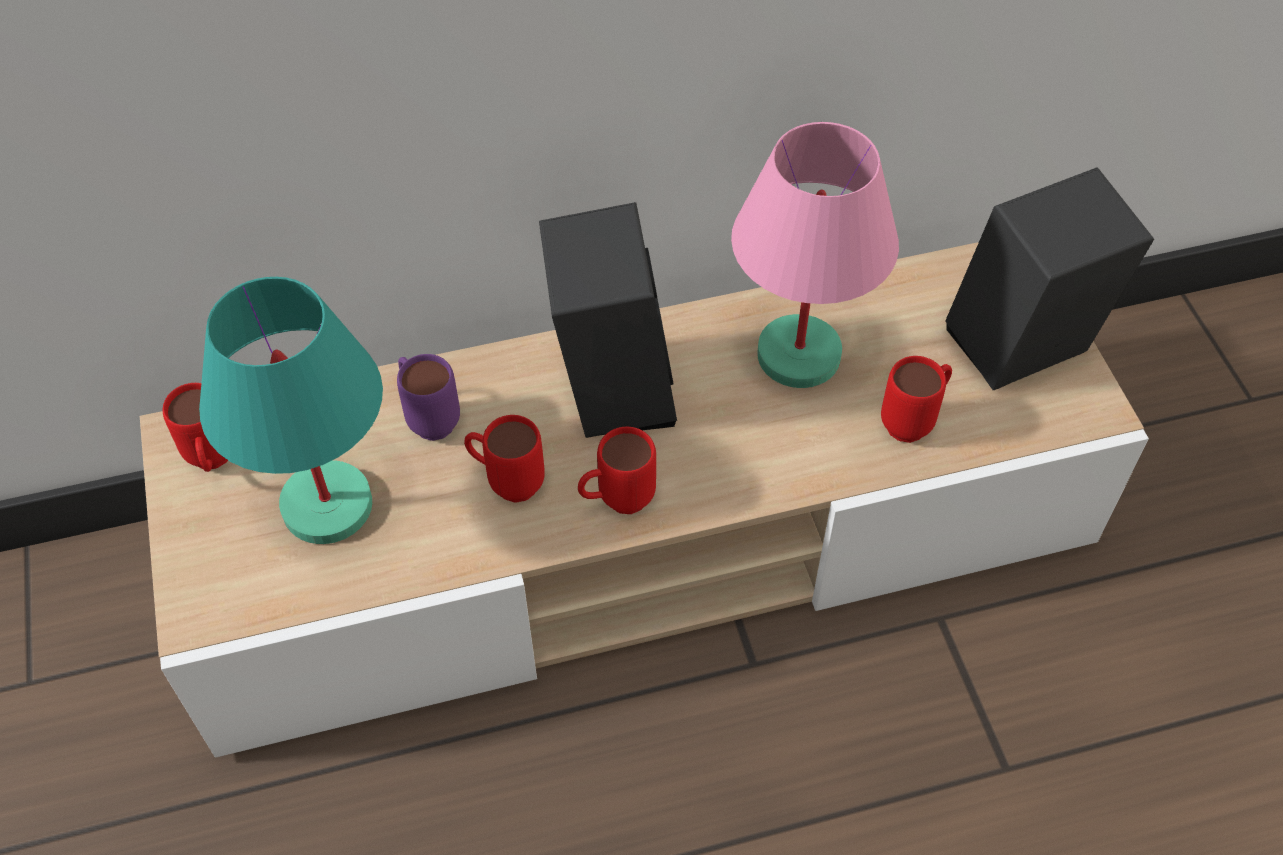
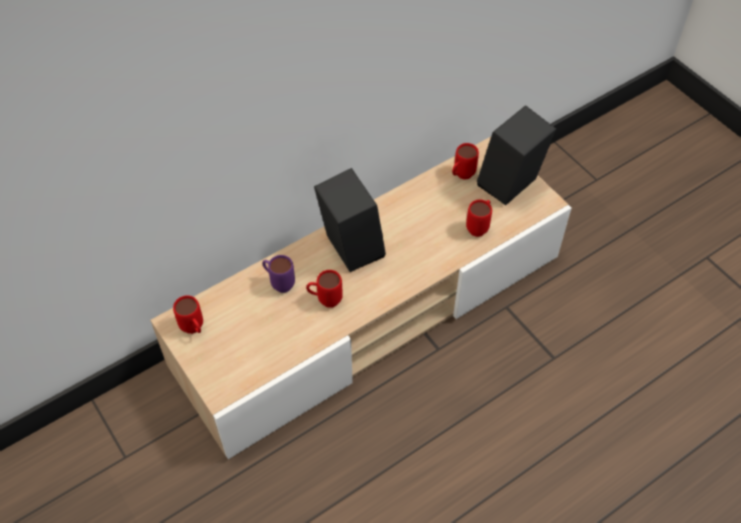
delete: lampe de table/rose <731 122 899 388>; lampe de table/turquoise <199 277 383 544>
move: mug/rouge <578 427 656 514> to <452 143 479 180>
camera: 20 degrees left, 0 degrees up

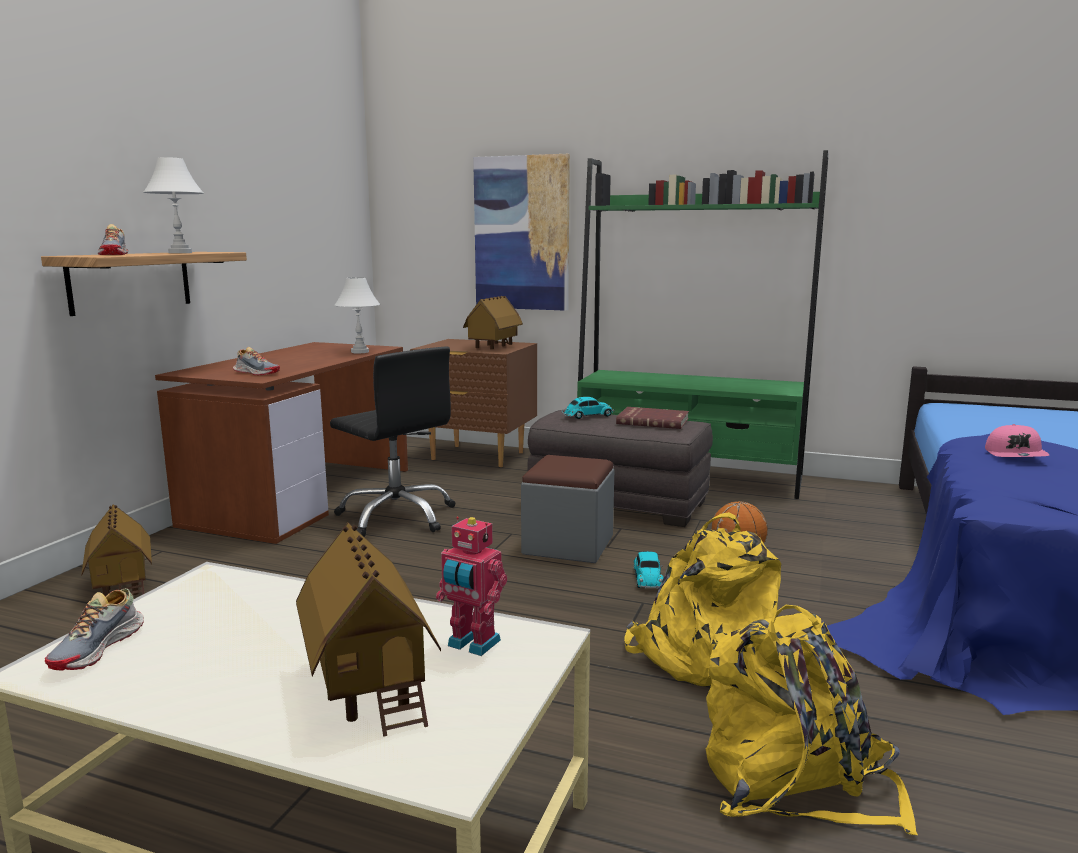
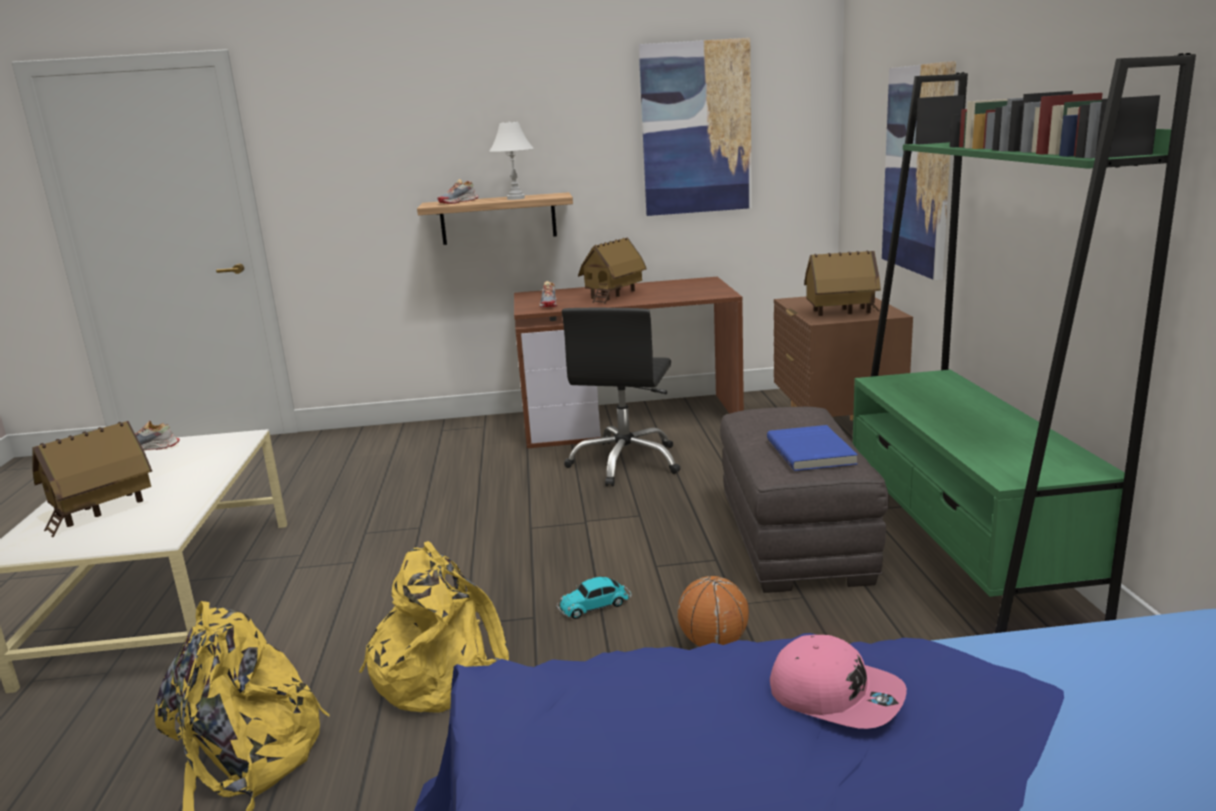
delete: lampe de table/blanc <334 277 380 353>; petite voiture <561 397 615 419>; pouf/gris <521 455 614 563>; robot jouet <436 517 507 656>
insert: tableau <639 38 752 216>
move: maison miniature <81 504 152 596> to <578 237 647 304>
recolor: livre/rouge <616 407 689 429> to livre/bleu <767 425 858 471>
rotate: casquette/rose <985 424 1049 457> = <770 635 907 729> 135 degrees counterclockwise
camera: 65 degrees right, 5 degrees up

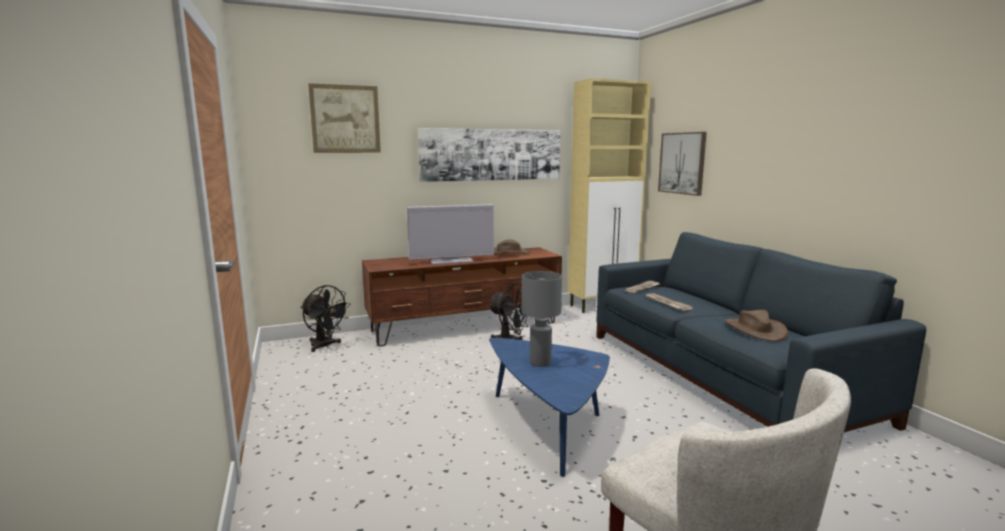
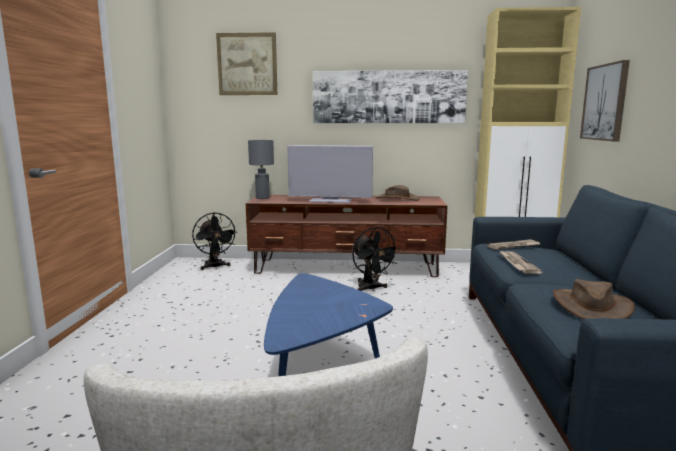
move: lampe de table/gris <522 271 562 367> to <248 140 274 199>
camera: 25 degrees right, 0 degrees up

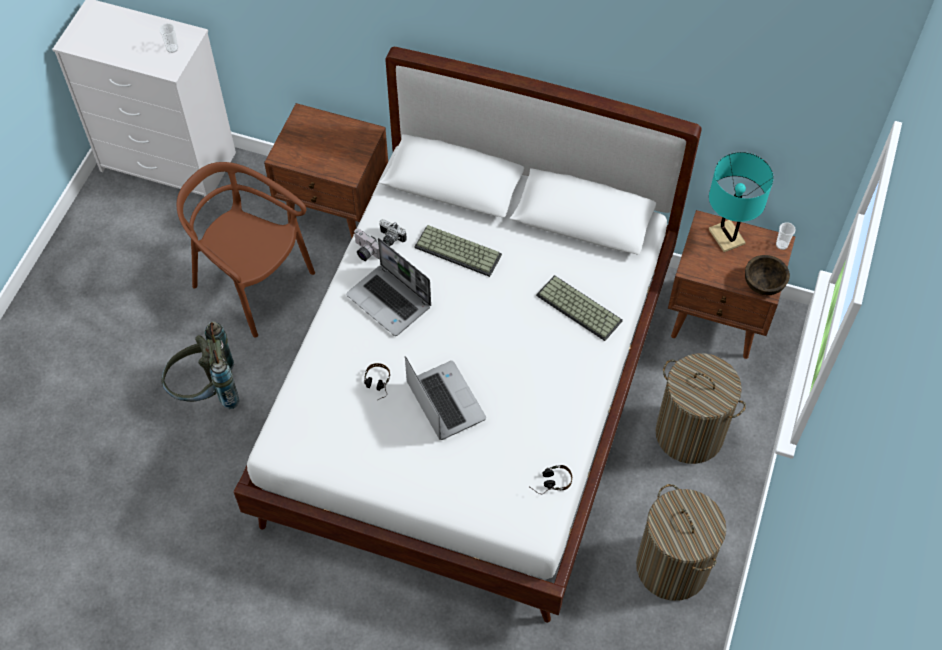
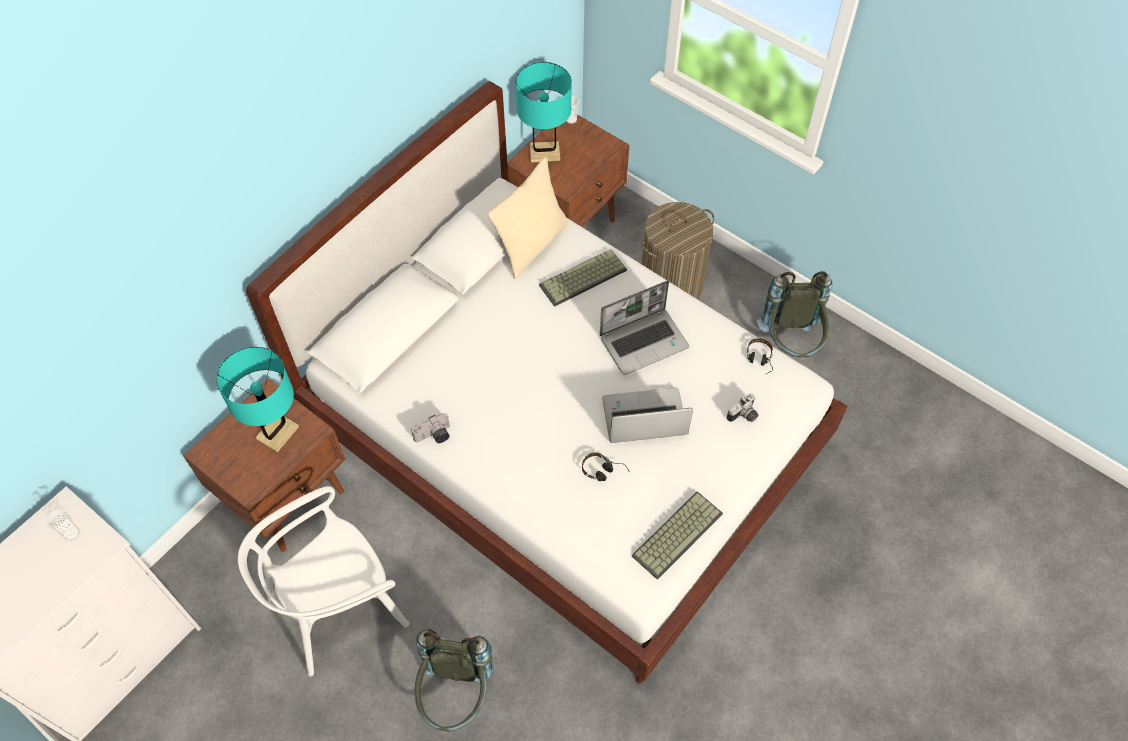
delete: bol/marron <745 255 790 295>
insert: coussin/beige <488 157 569 279>; lampe de table/turquoise <216 347 299 452>
move: appareil photo <379 219 407 246> to <727 393 758 422>; clavier <415 225 502 277> to <632 491 723 580>; ordinateur portable <346 238 431 336> to <600 280 689 375>
replace: panier à linge <636 484 726 601> to sac à dos/gris <757 271 832 357>
recolor: chaise/marron <177 162 315 338> to chaise/blanc <238 486 410 676>
camera: 70 degrees left, 0 degrees up

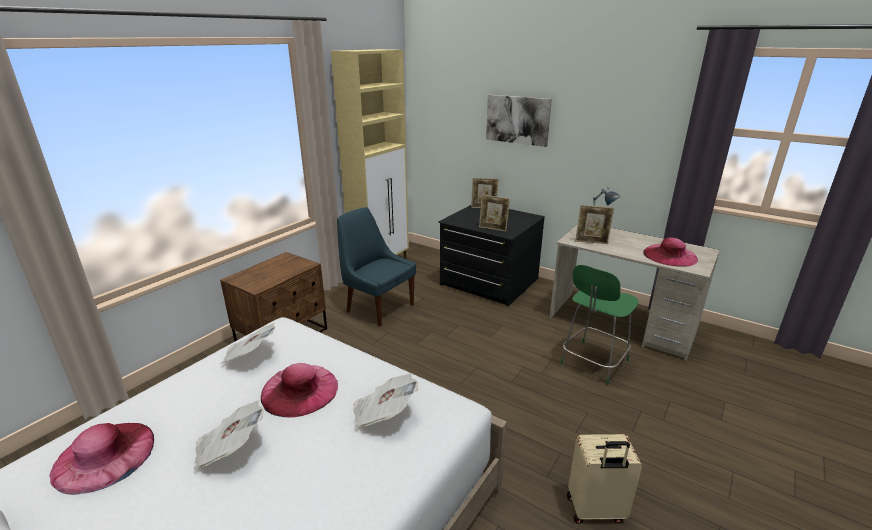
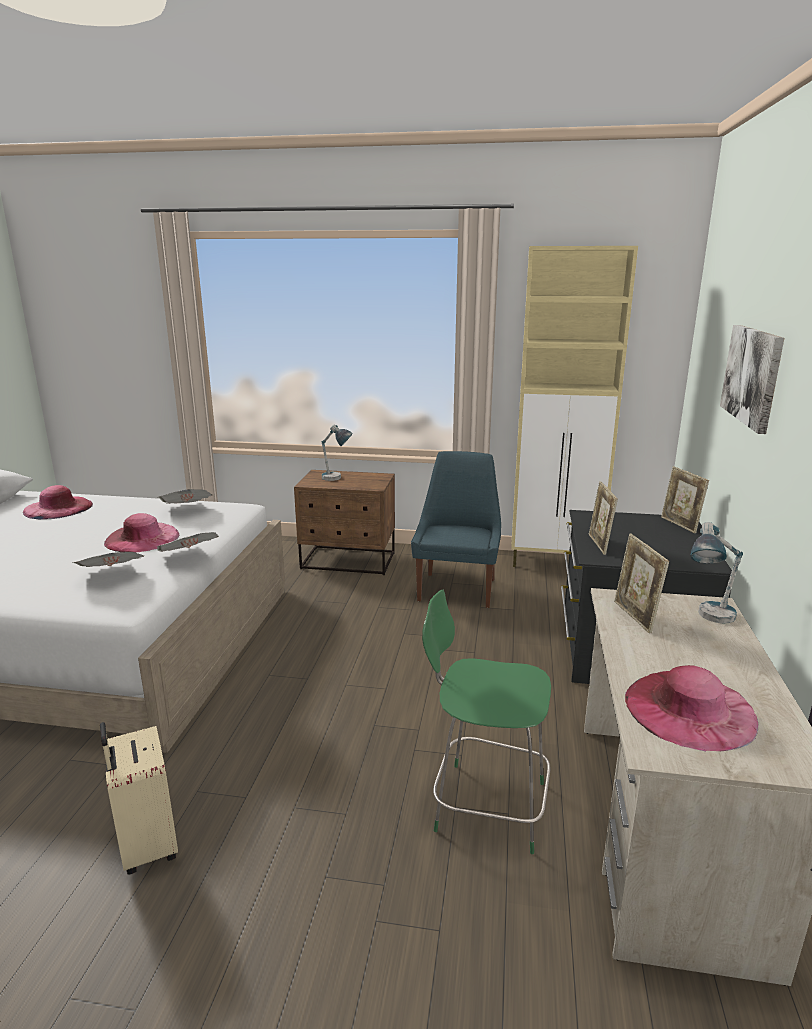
insert: lampe de table <322 425 353 481>
move: journal <194 401 264 470> to <157 532 219 552>
camera: 65 degrees right, 5 degrees down

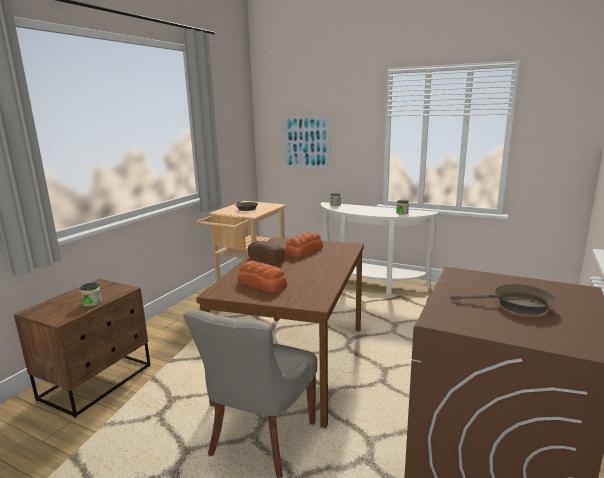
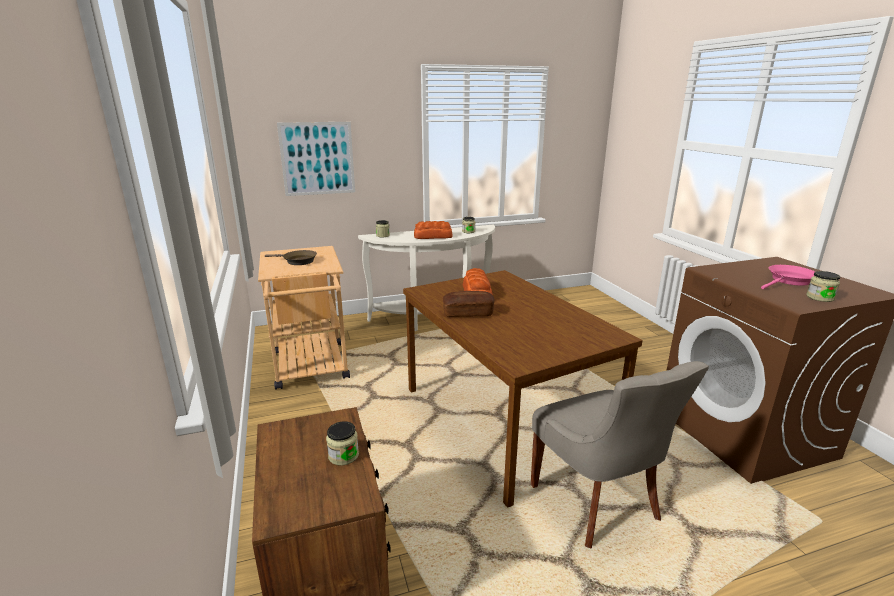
insert: bocal <806 271 840 302>
move: pain <237 261 287 293> to <414 221 452 239>
recolor: poêle/marron <451 284 556 315> to poêle/rose <761 265 815 289>
camera: 45 degrees left, 5 degrees up

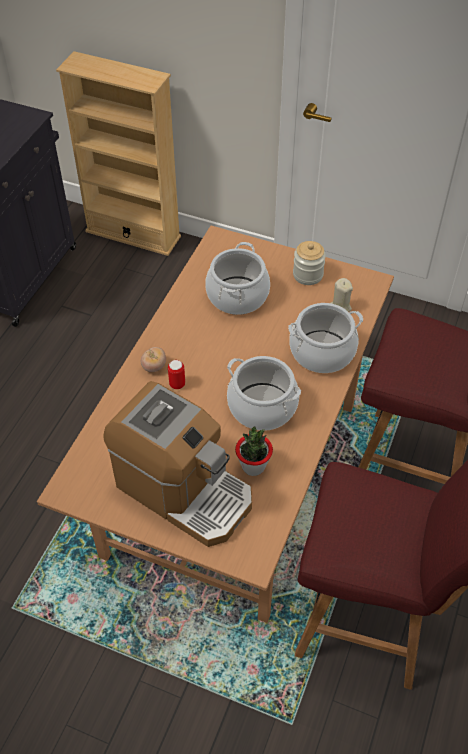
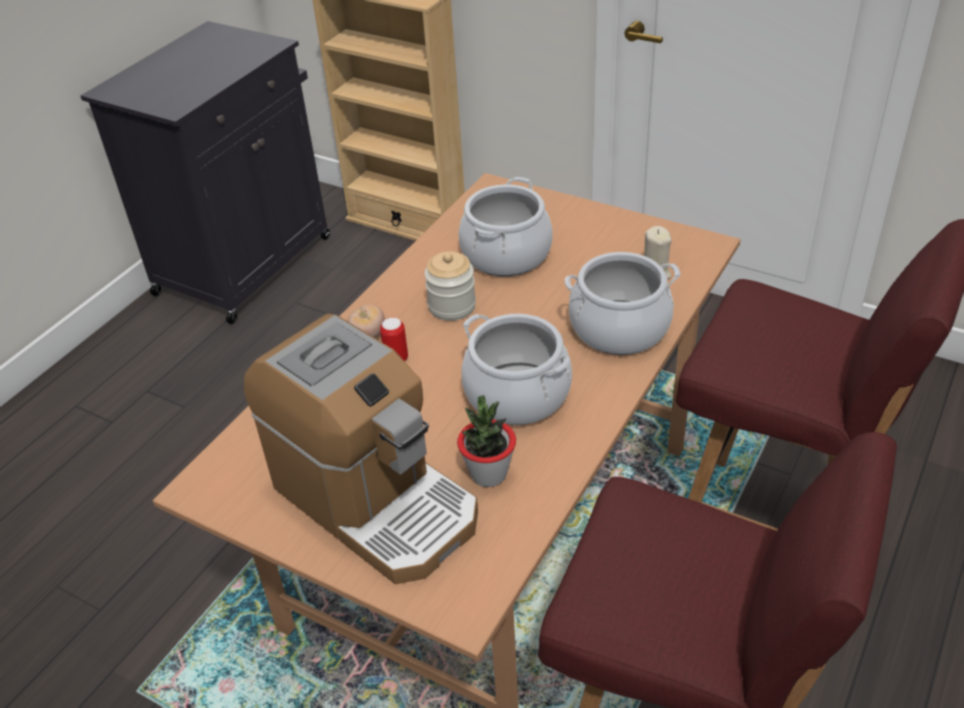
move: bocal <293 241 326 285> to <424 251 476 321>
camera: 10 degrees right, 10 degrees down

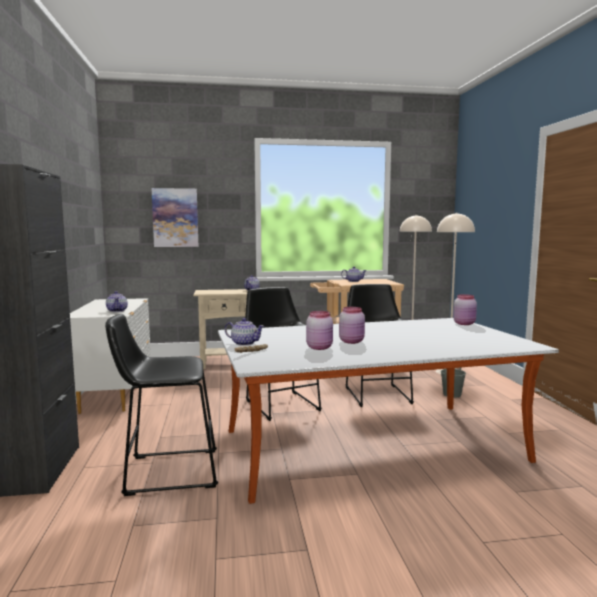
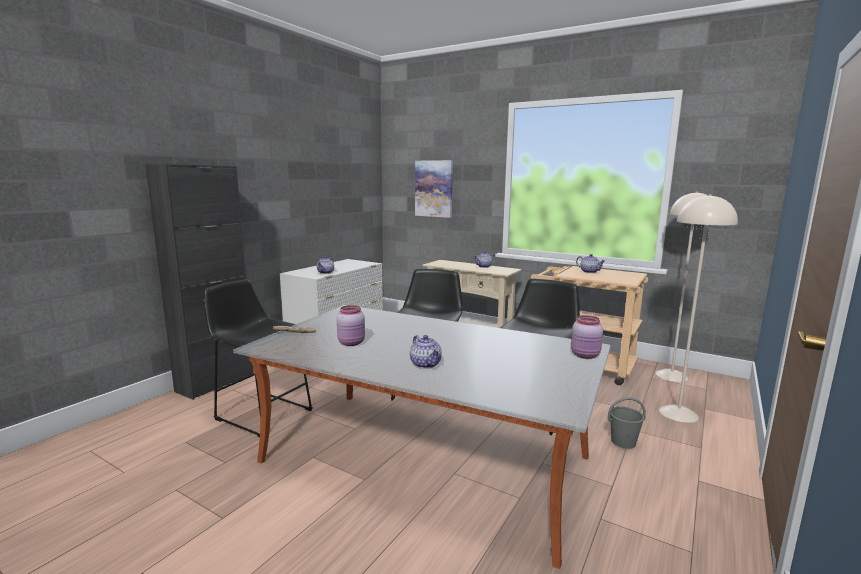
delete: bocal/rose <339 307 365 344>
move: théière <225 318 264 346> to <410 335 442 369>
camera: 40 degrees right, 5 degrees up

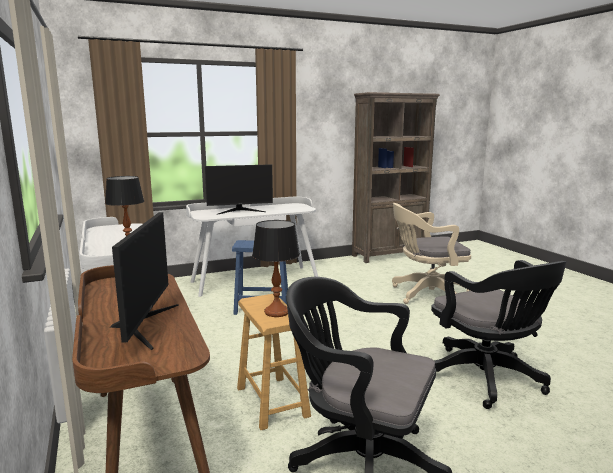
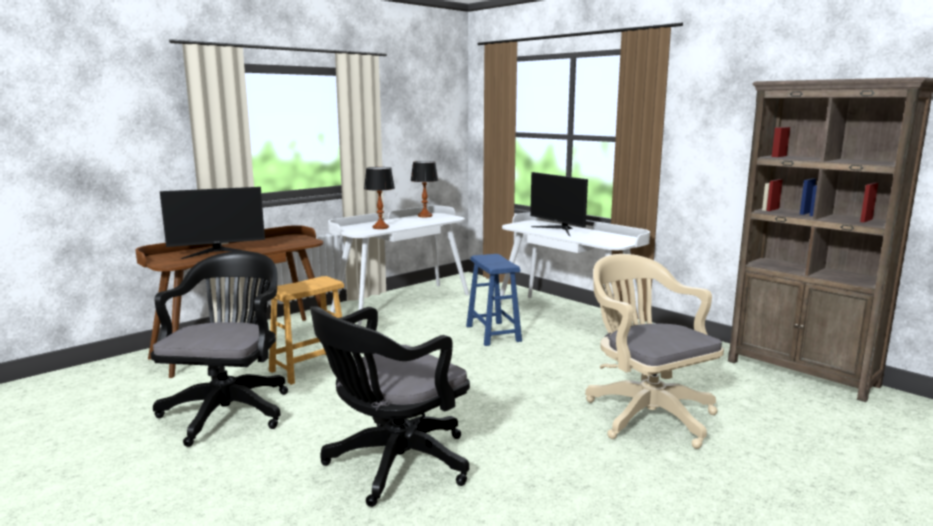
move: lampe de table <252 220 300 317> to <411 161 438 217>
camera: 70 degrees right, 0 degrees up

